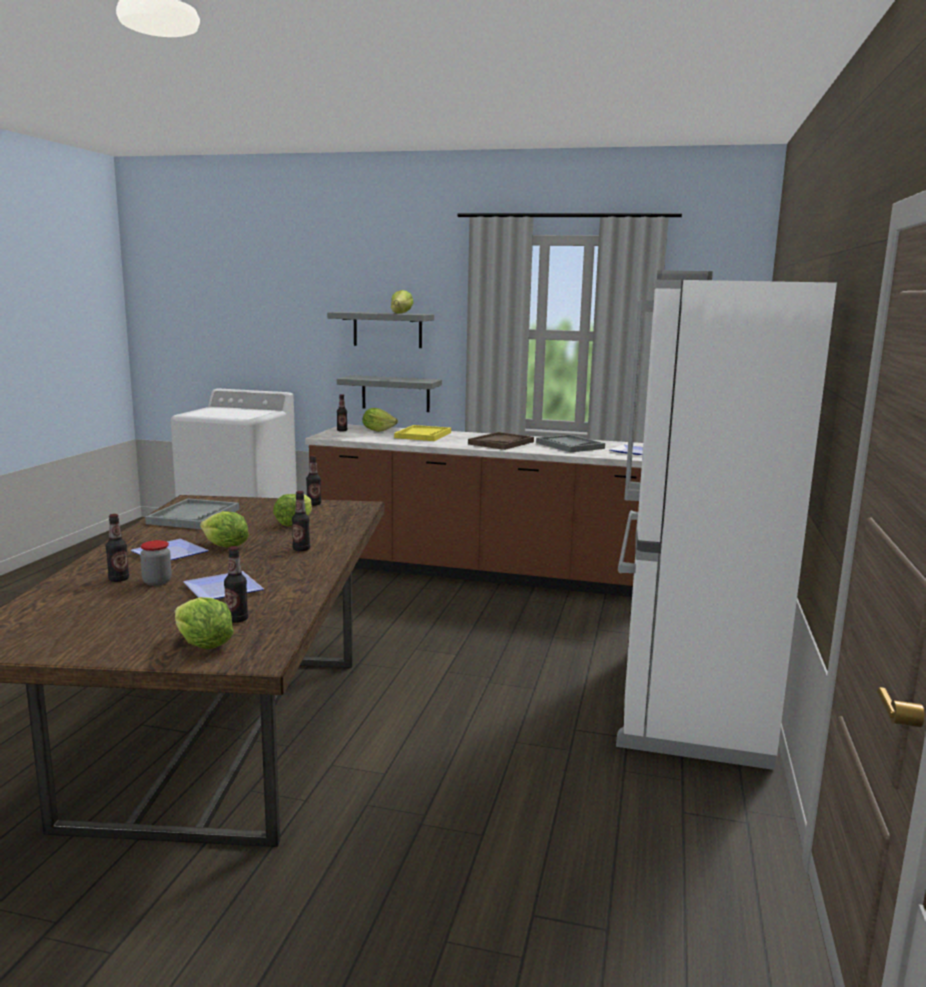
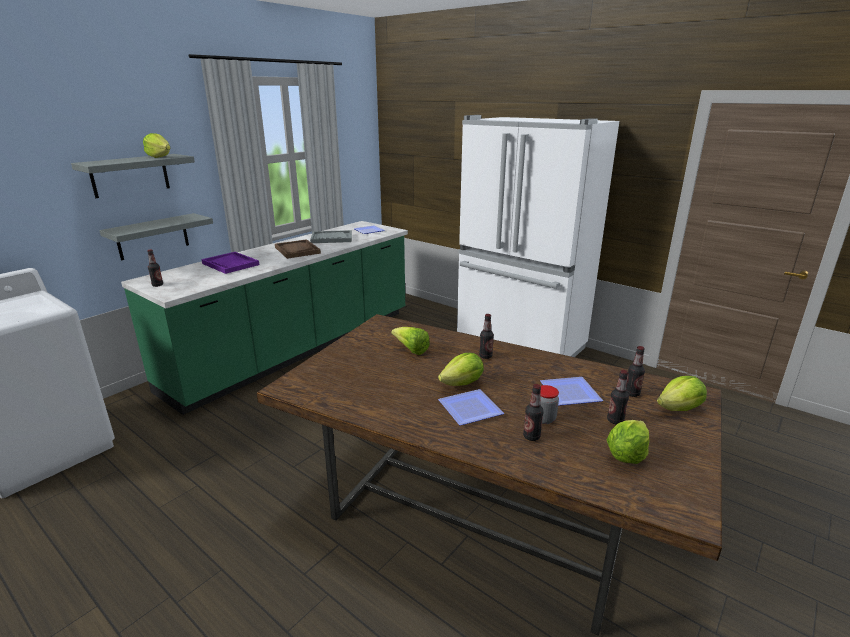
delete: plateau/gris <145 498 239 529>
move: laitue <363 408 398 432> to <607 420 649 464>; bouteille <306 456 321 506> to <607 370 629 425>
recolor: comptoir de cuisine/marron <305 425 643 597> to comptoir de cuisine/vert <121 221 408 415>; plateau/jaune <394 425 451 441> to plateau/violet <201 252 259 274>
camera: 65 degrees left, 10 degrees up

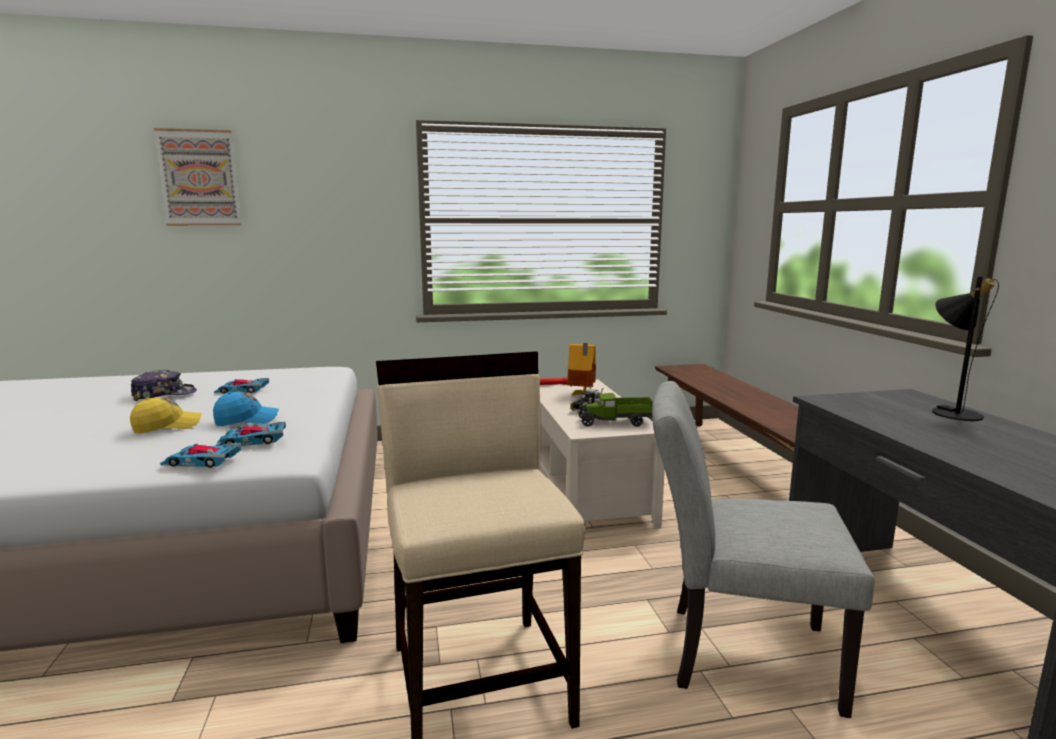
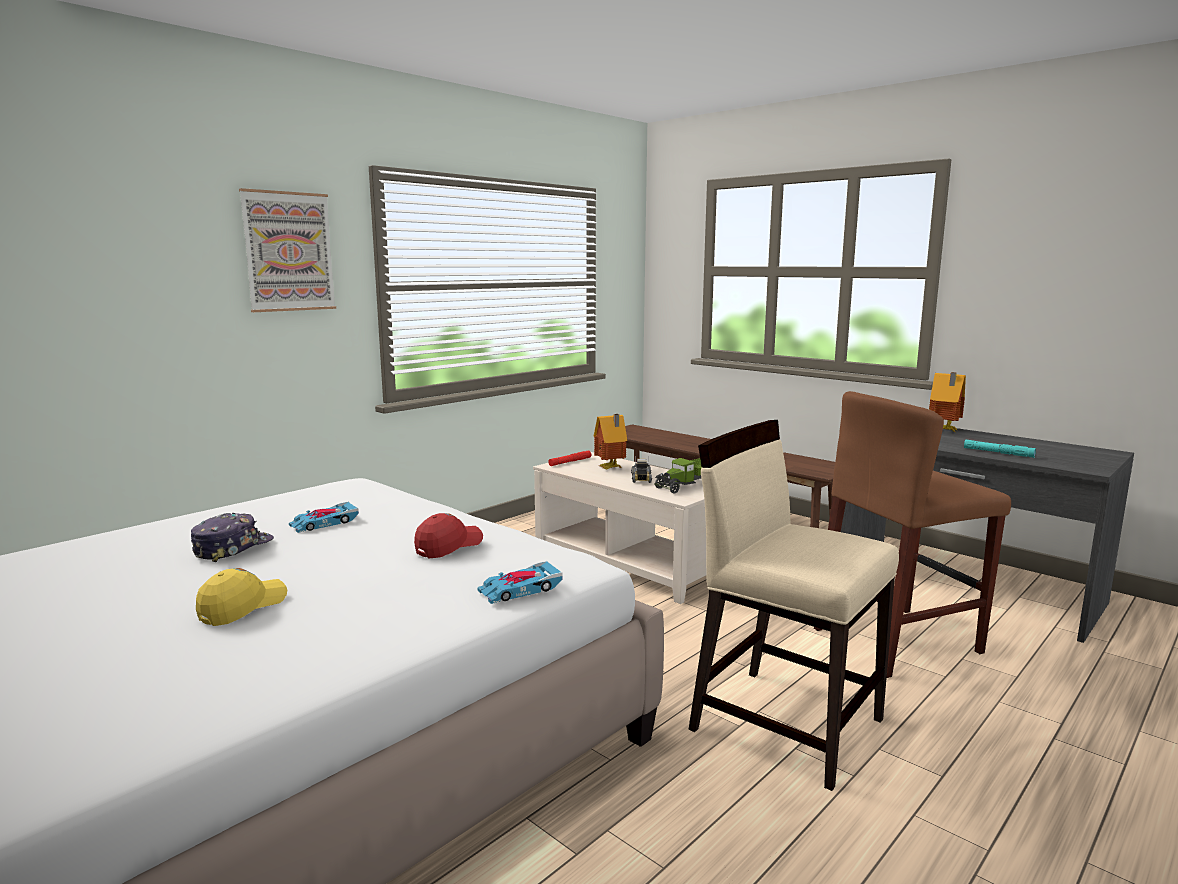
delete: petite voiture <216 421 286 446>
insert: lampe de poche/turquoise <964 440 1036 458>
move: tableau <154 128 242 225> to <239 188 336 312>; casquette/jaune <130 397 202 433> to <196 568 287 626>
replace: lampe de table/noir <932 276 999 421> to maison miniature <929 372 966 432>; chaise/gris <652 381 874 718> to tabouret/marron <814 391 1011 678>
recolor: casquette/bleu <213 392 279 426> to casquette/rouge <414 513 483 558>
camera: 35 degrees left, 0 degrees up

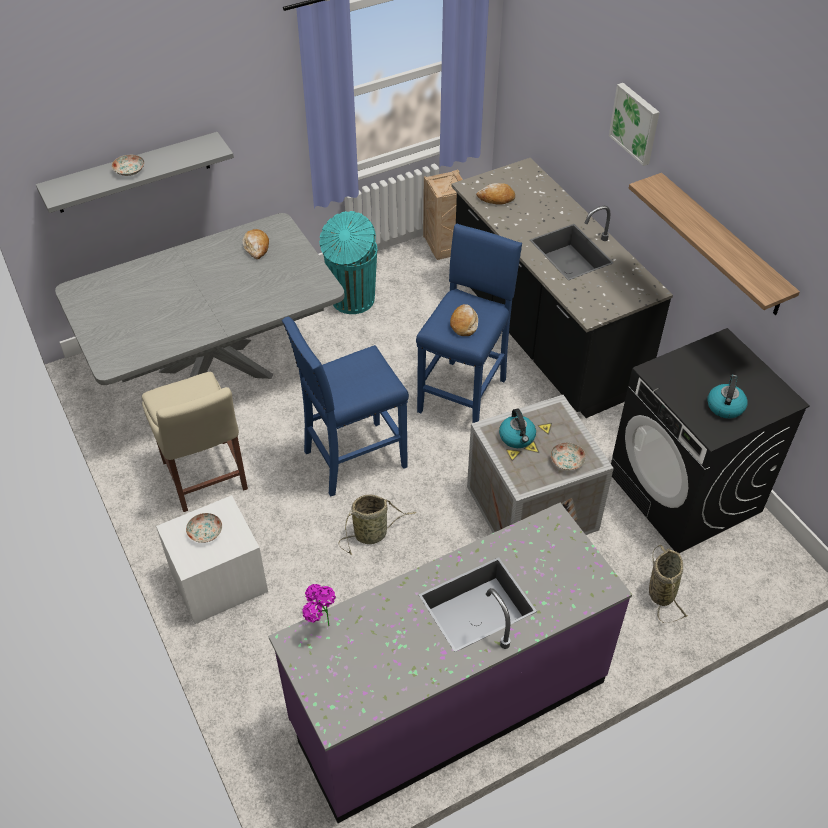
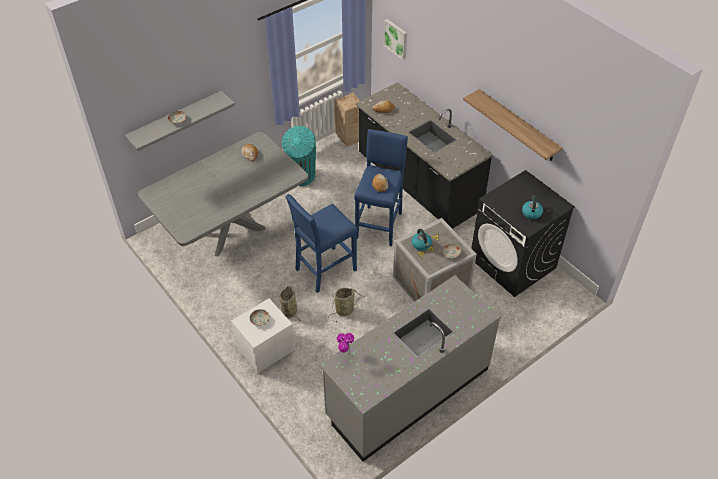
delete: chaise/beige <142 372 248 512>
move: tableau <609 83 660 166> to <384 19 407 60>; panier <649 545 688 623> to <279 286 302 326>
recolor: comptoir de cuisine/violet <268 503 632 823> to comptoir de cuisine/gris <319 276 501 462>
camera: 10 degrees left, 0 degrees up

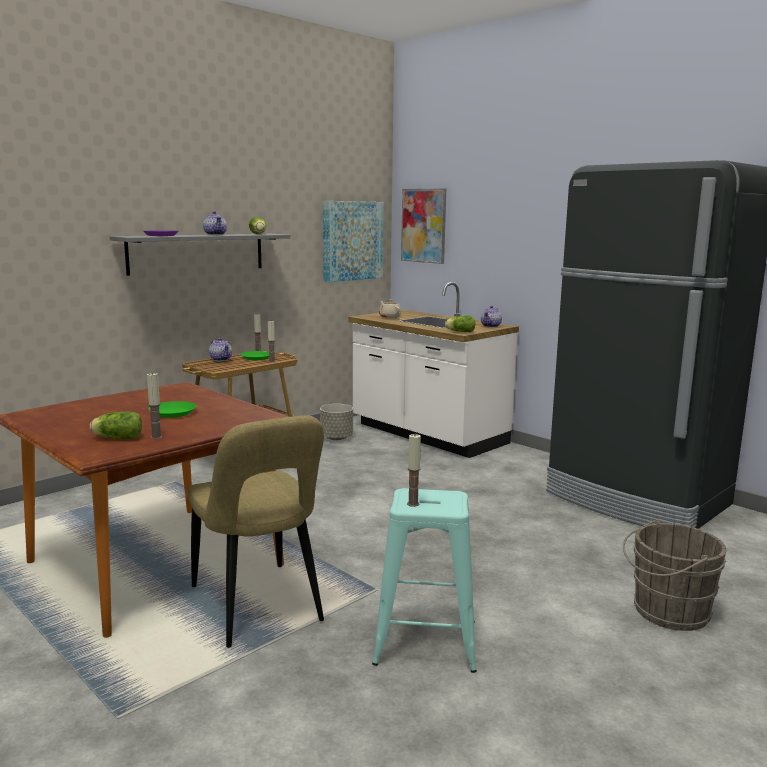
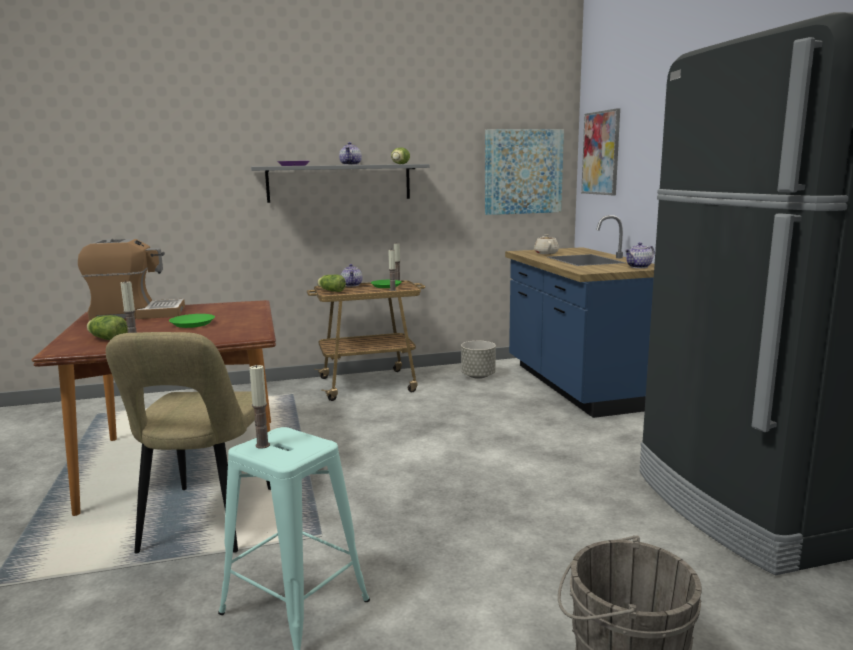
insert: machine à café <78 239 185 321>
move: laitue <445 315 475 332> to <317 275 346 292>
recolor: comptoir de cuisine/blanc <348 282 519 458> to comptoir de cuisine/bleu <505 215 654 418>
camera: 30 degrees right, 0 degrees up

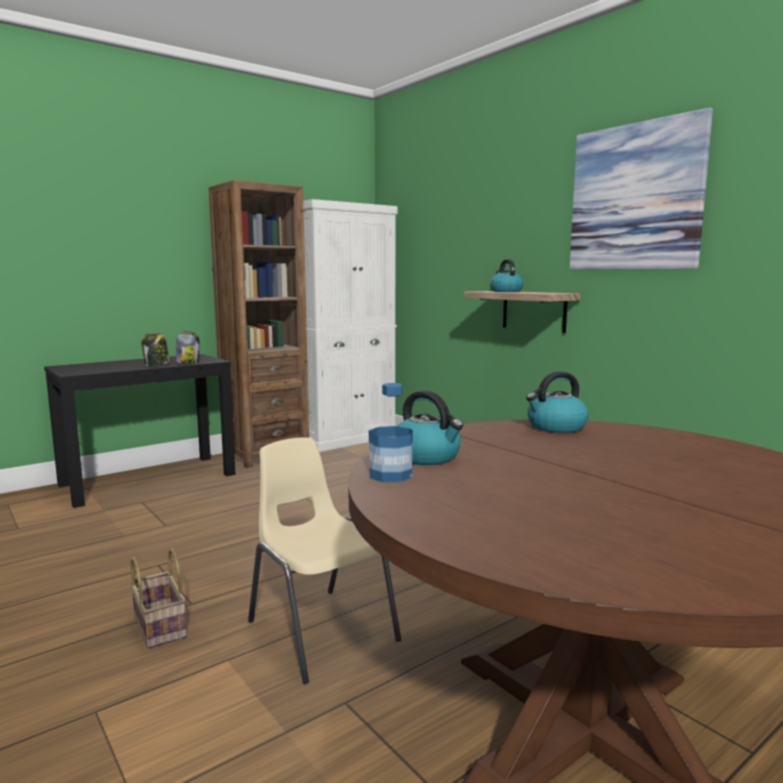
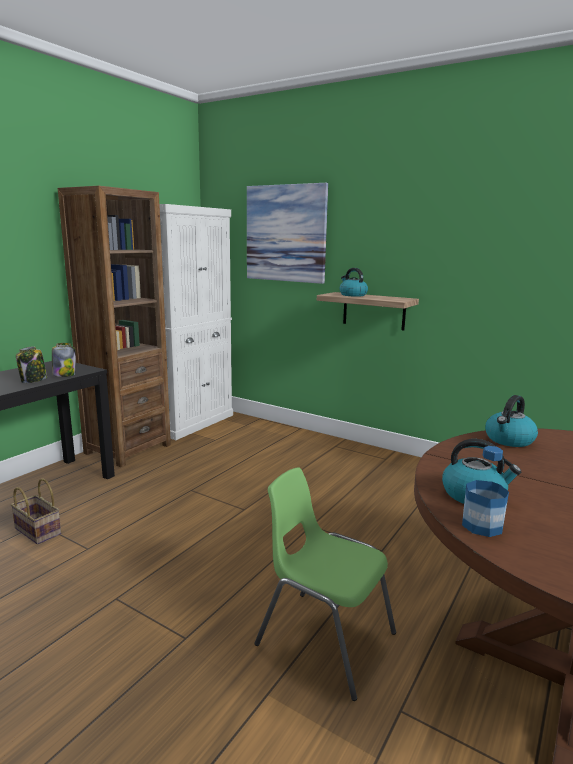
move: tableau <570 107 713 270> to <247 183 328 284>; panier <130 548 187 649> to <11 478 61 545>
recolor: chaise/beige <248 437 401 684> to chaise/vert <254 467 396 701>
camera: 20 degrees left, 5 degrees up

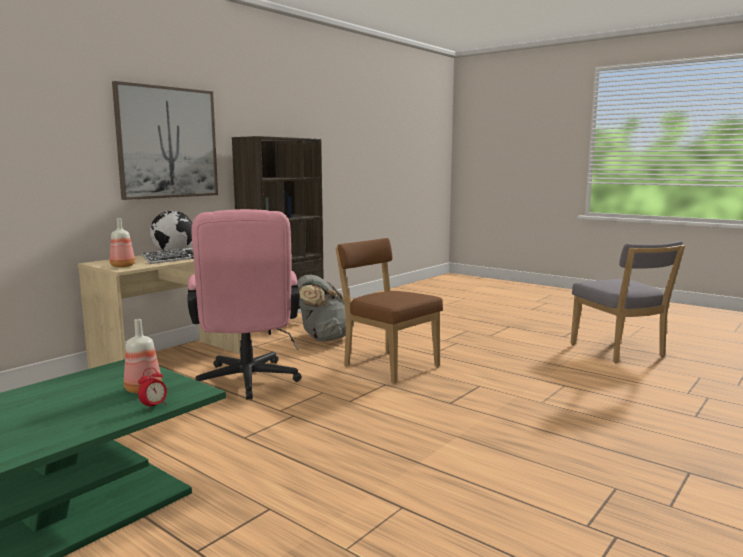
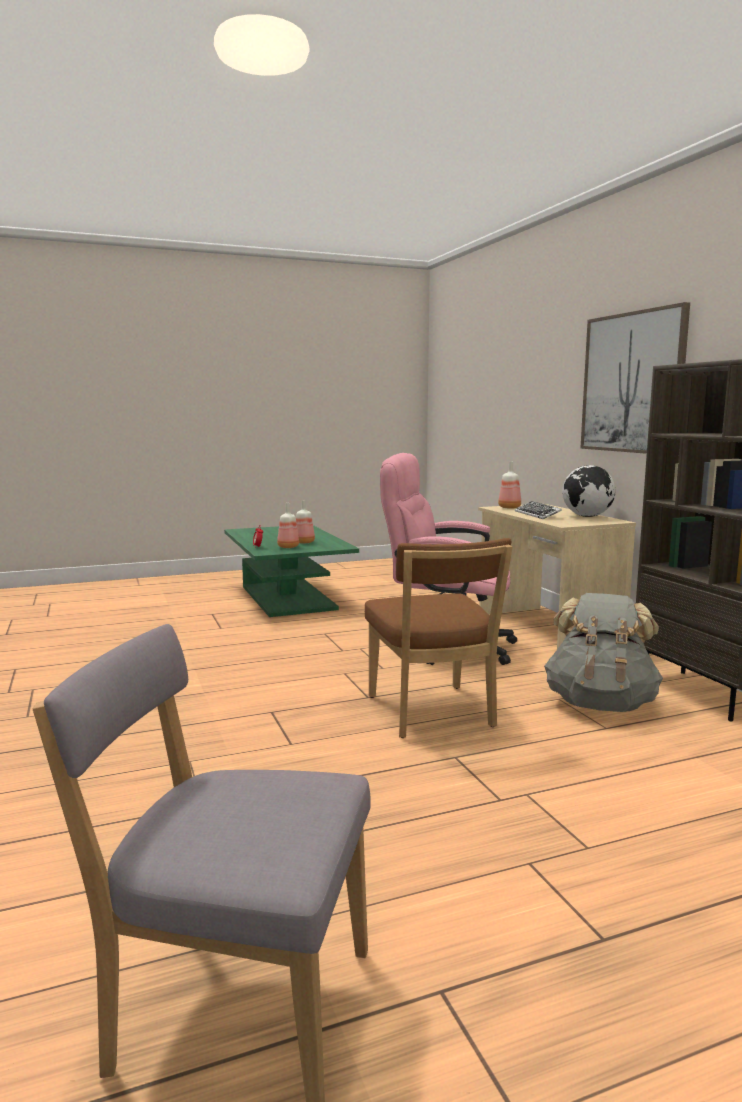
insert: bouteille <296 500 315 543>
rotate: chaise/marron <335 238 443 384> = <365 538 513 738> 90 degrees clockwise
camera: 120 degrees right, 0 degrees up

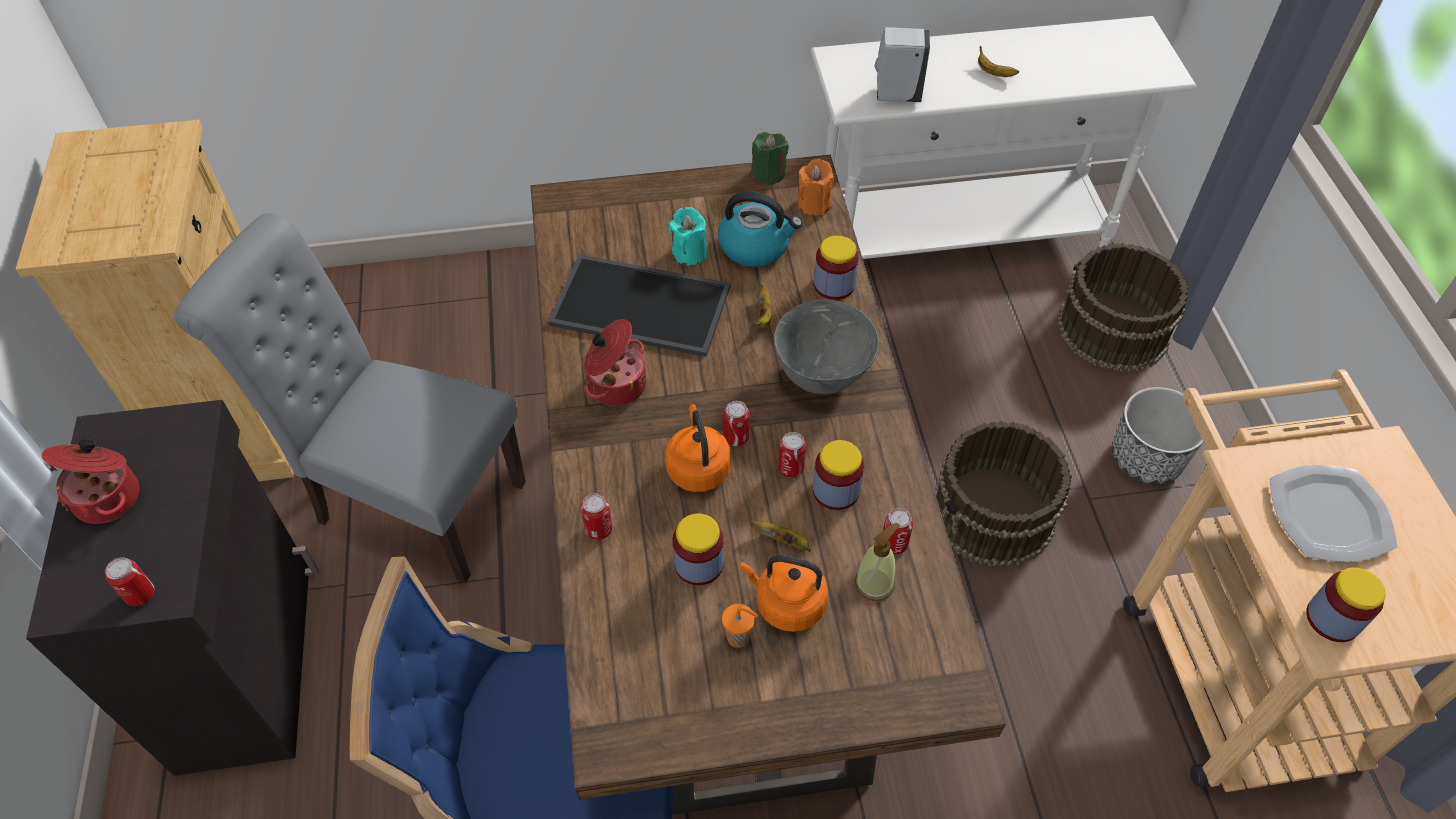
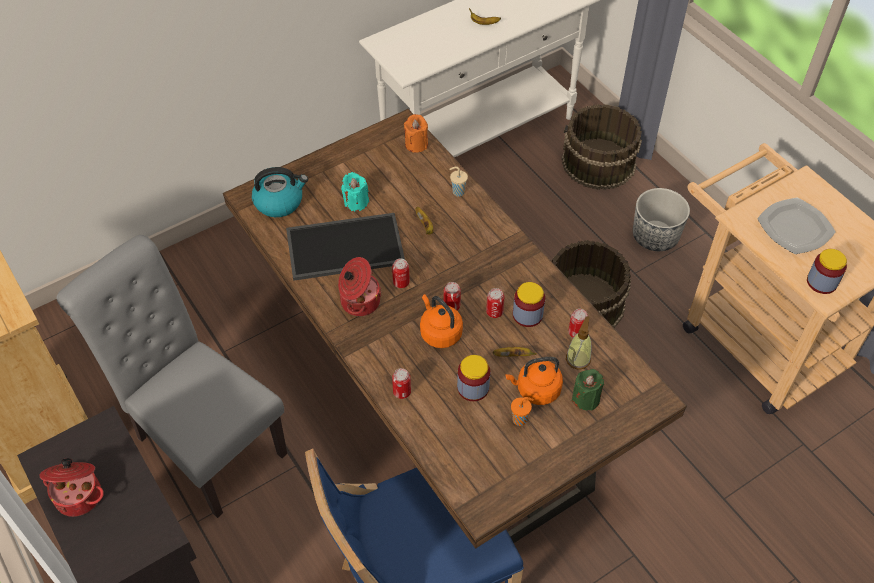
delete: distributeur de savon/blanc <875 27 930 102>; bol/gris <774 300 879 394>
move: bougie/vert <751 132 789 185> to <572 369 604 411>; bouilloire <718 191 802 267> to <252 167 308 217>; boîte métallique <105 557 155 606> to <392 258 410 288>
replace: bocal <814 235 859 300> to tasse/beige <449 166 468 196>
rotate: chaise/gris <174 213 526 583> = <56 235 287 518> 45 degrees clockwise
camera: 25 degrees left, 0 degrees up

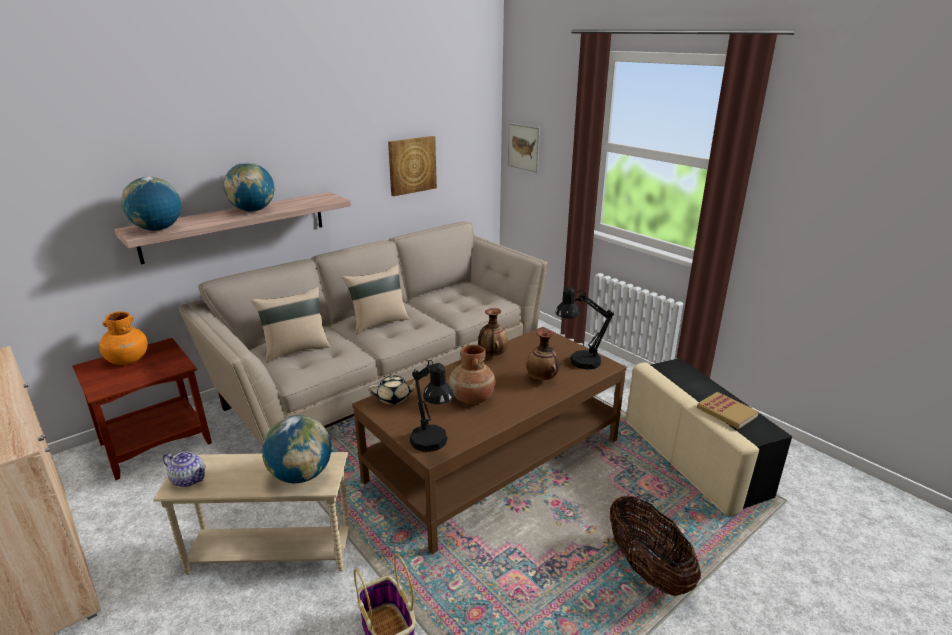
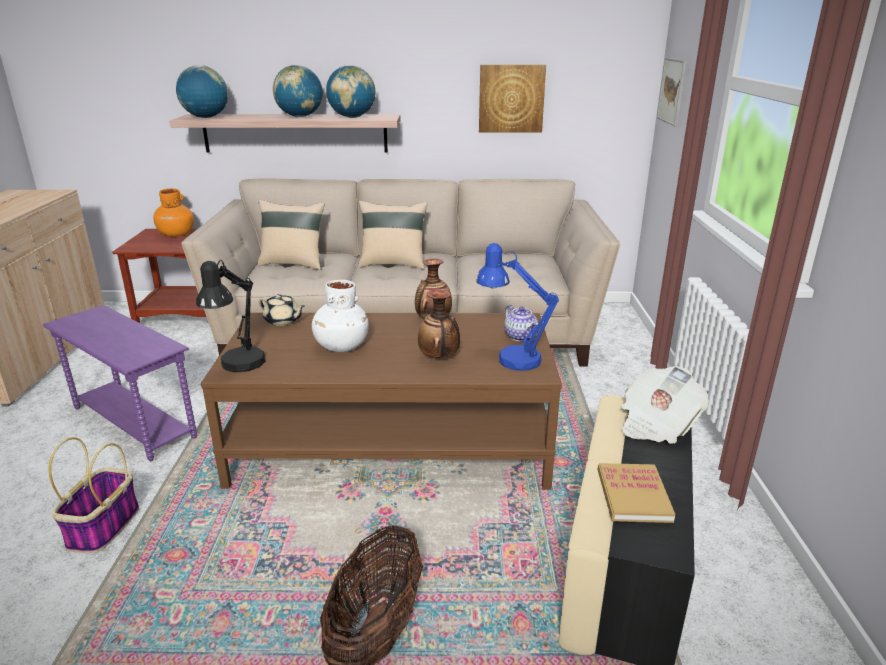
insert: journal <622 366 709 444>
move: globe <262 415 332 483> to <326 65 376 118>; théière <163 451 206 487> to <504 305 538 341>
recolor: lampe de table/noir <555 287 614 369> to lampe de table/bleu <476 243 559 371>; vase/marron <449 345 495 404> to vase/blanc <312 280 369 352>; table d'appoint/beige <153 452 351 575> to table d'appoint/violet <43 305 197 461>
camera: 40 degrees right, 0 degrees up

